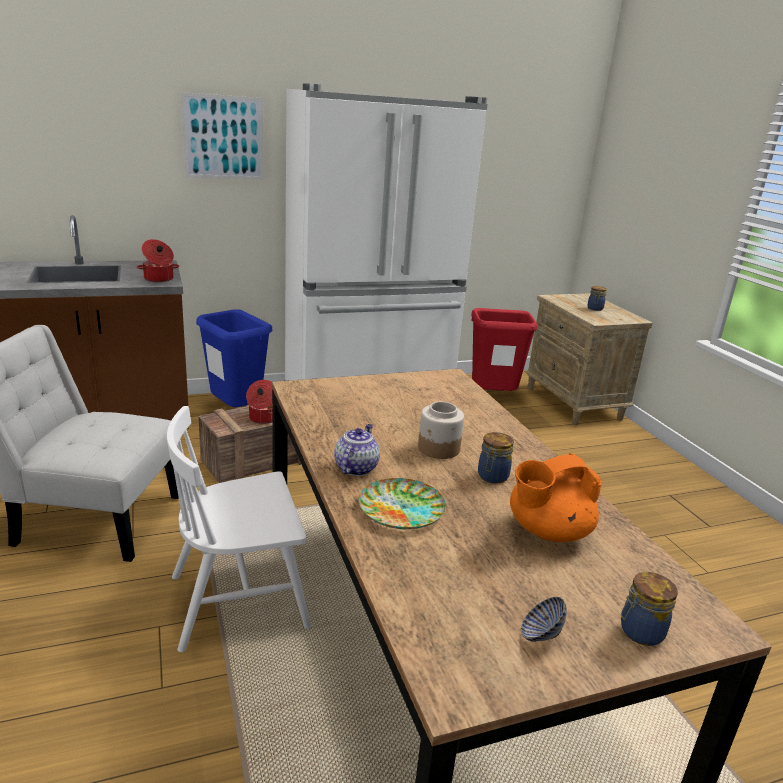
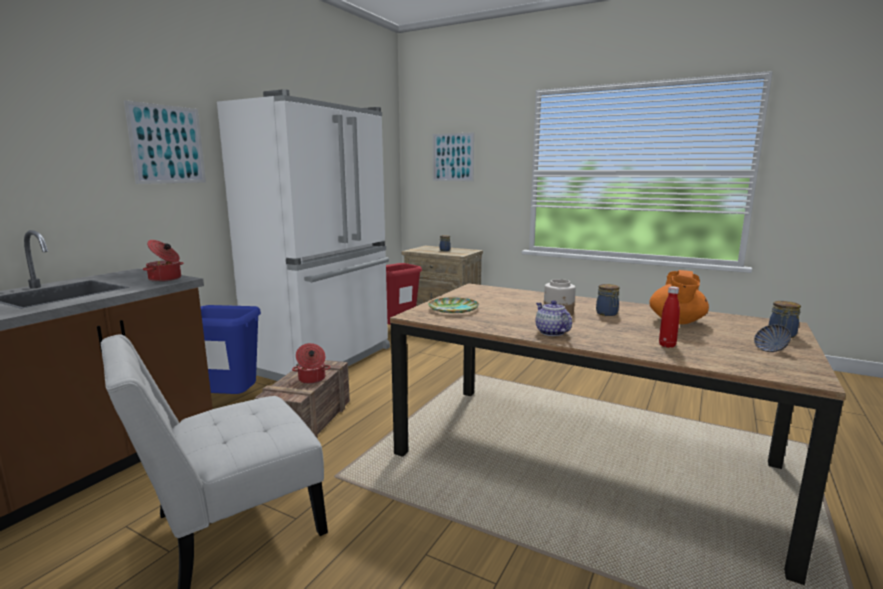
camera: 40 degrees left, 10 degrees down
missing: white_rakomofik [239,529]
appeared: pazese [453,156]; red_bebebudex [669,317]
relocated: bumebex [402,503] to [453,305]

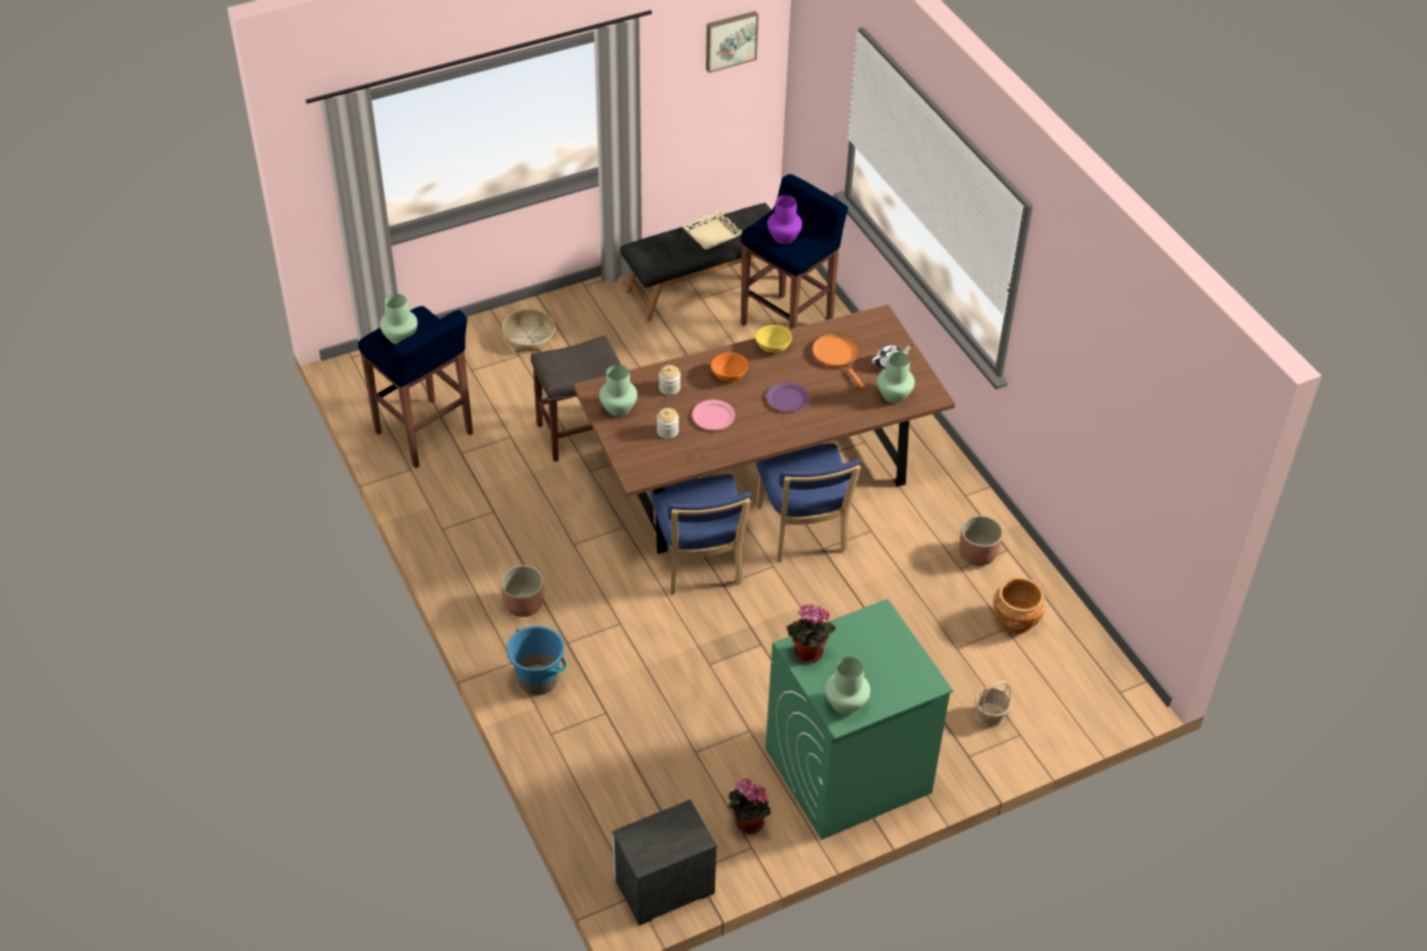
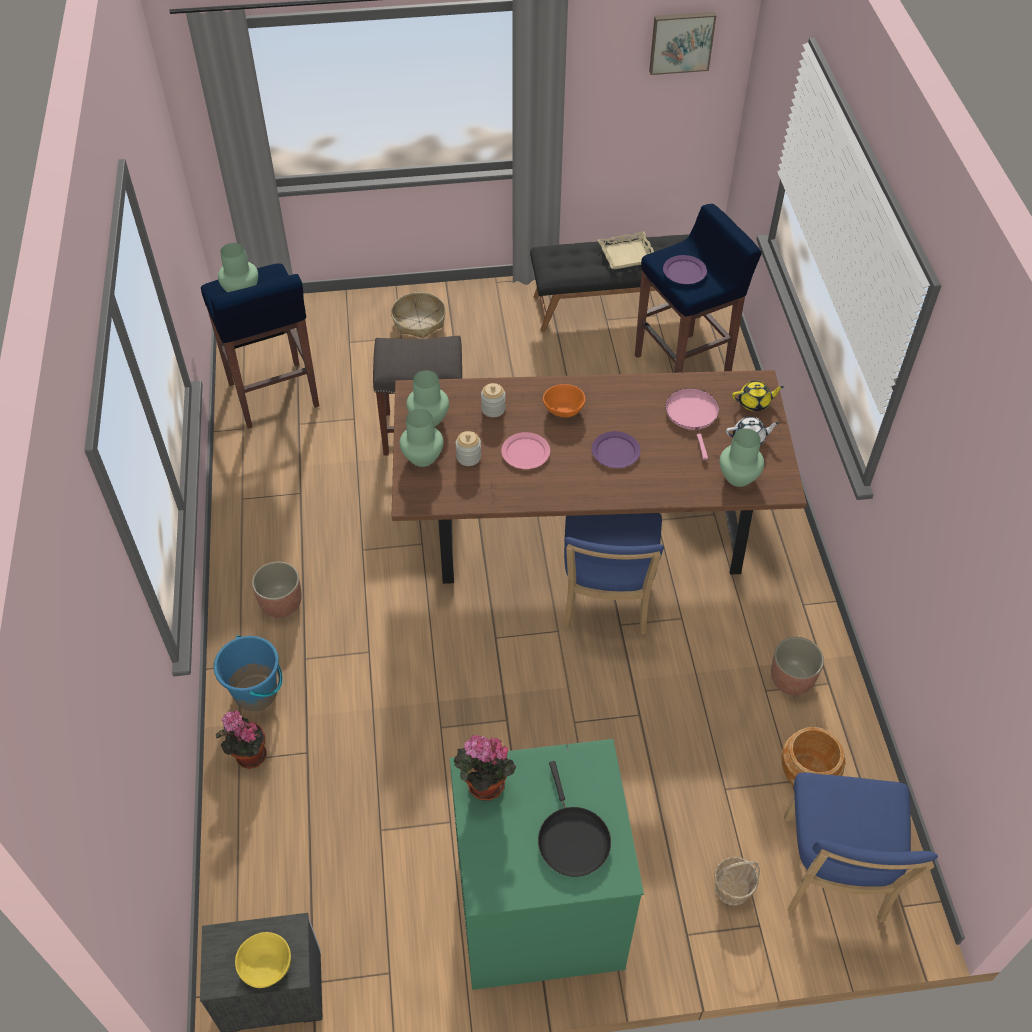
camera: 20 degrees right, 5 degrees up
appeared: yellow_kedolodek [758,396]; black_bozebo [574,819]
relocated: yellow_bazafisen [773,339] to [263,960]; blue_rakomofik [701,534] to [861,847]; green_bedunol [847,685] to [422,438]; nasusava [749,806] to [241,739]
exchanged: purple_bedunol [784,220] to purple_bumebex [685,269]
colour: orange_bozebo [838,360] to pink_bozebo [692,424]

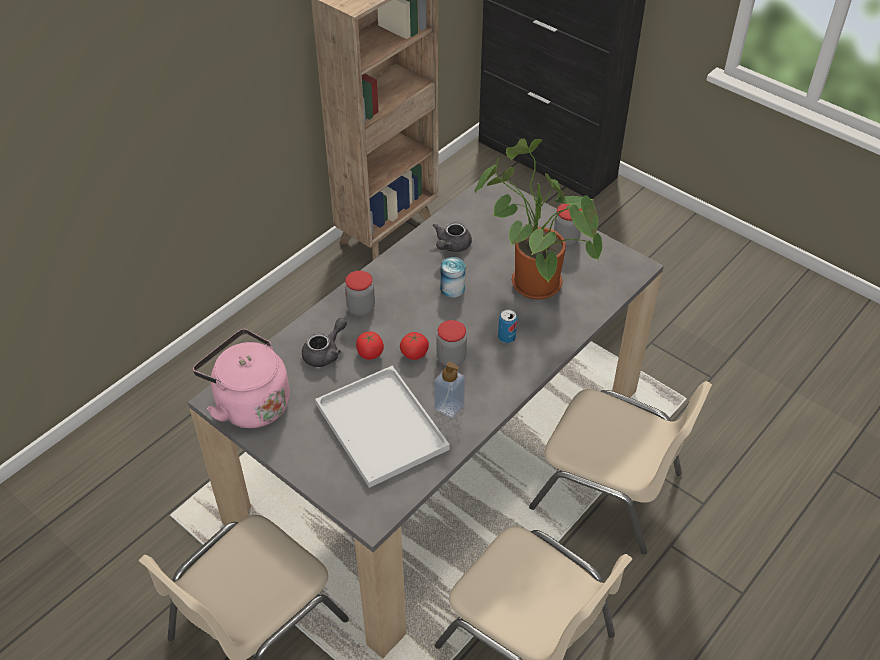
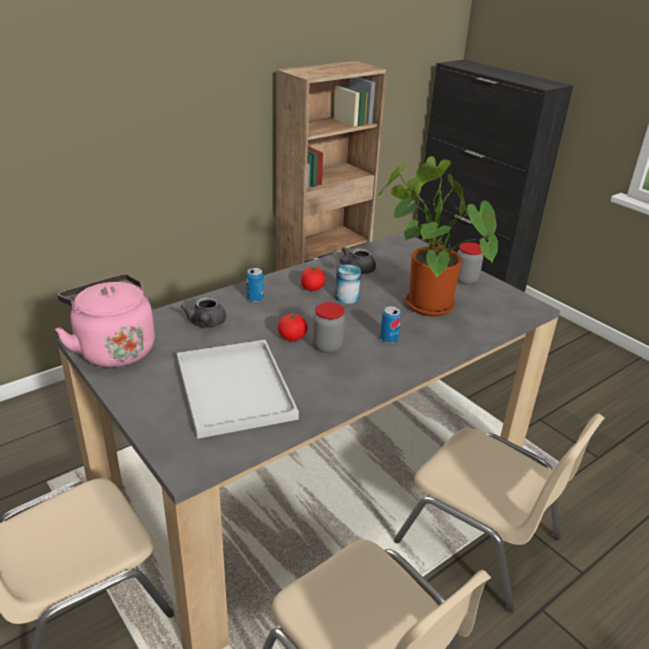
camera: 10 degrees right, 15 degrees down
missing: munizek [449,389]
relocated: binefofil [370,346] to [313,279]
exchanged: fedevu [360,293] to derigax [255,285]
spun: grey_kedolodek [324,342] = [203,312] 120 degrees clockwise

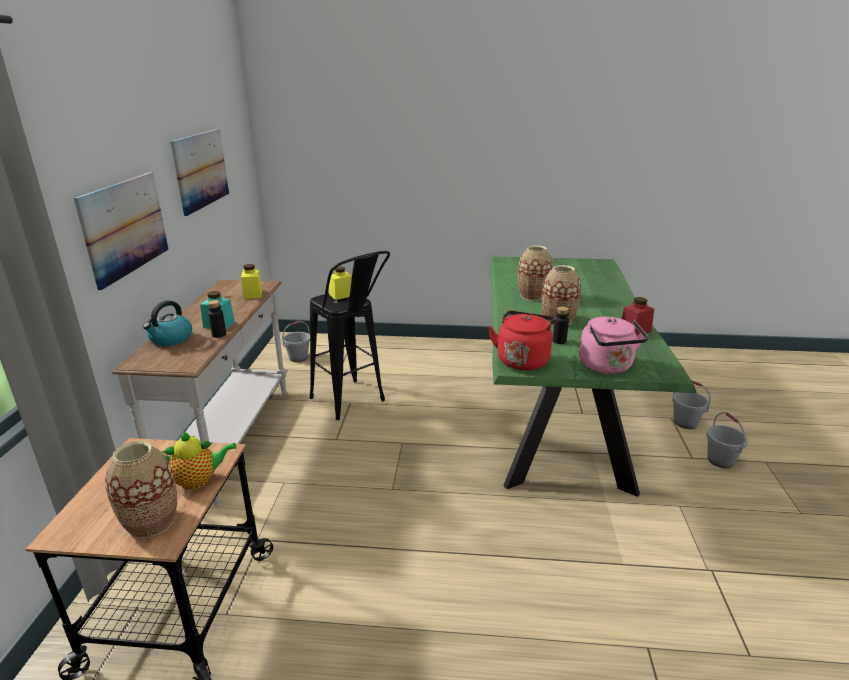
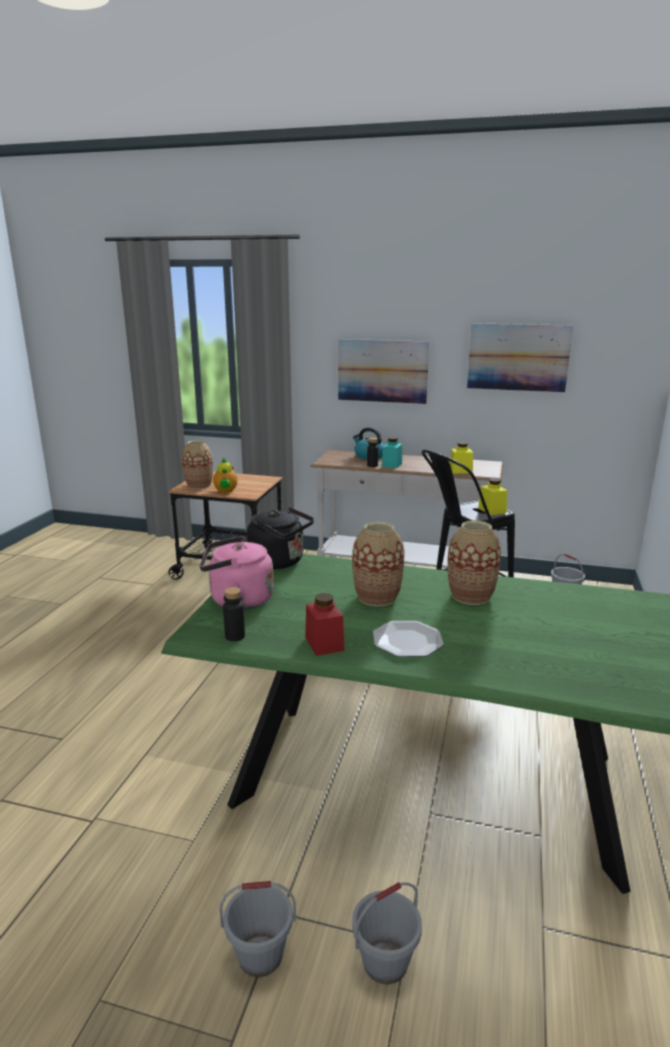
camera: 100 degrees right, 5 degrees down
appeared: bumebex [408,639]
relocated: black_bebebudex [561,325] to [234,614]
colour: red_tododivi [522,340] to black_tododivi [280,538]

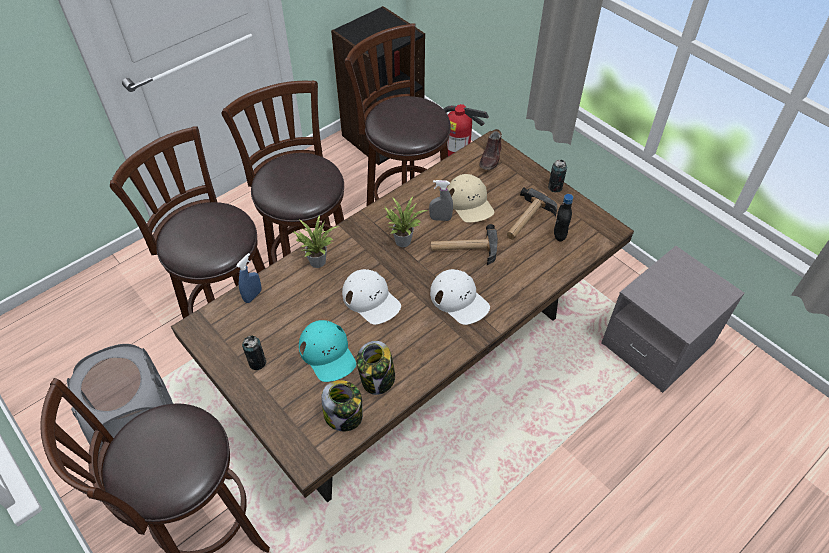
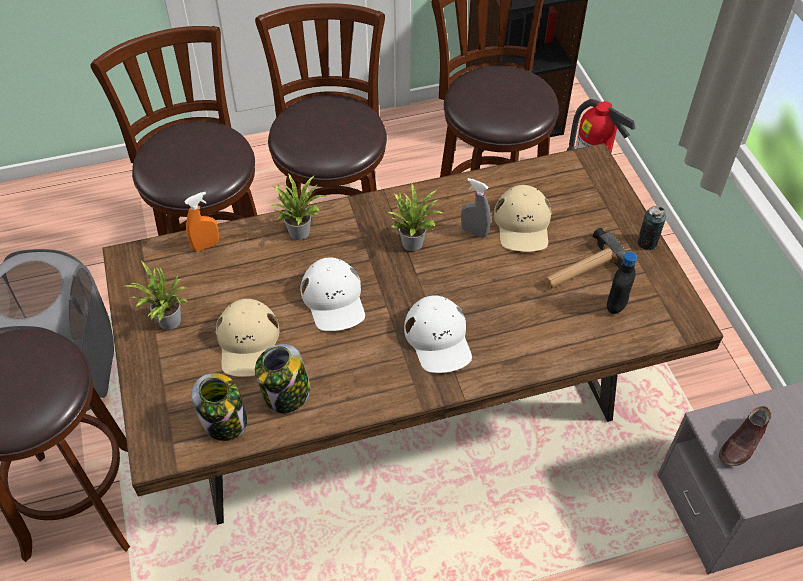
camera: 25 degrees right, 0 degrees up
missing: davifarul [464,244]
relocated: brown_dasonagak [490,149] to [745,436]
exchanged: derigax [254,353] to nasusava [156,295]
colour: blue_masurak [249,278] to orange_masurak [201,222]; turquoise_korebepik [327,351] to beige_korebepik [247,338]

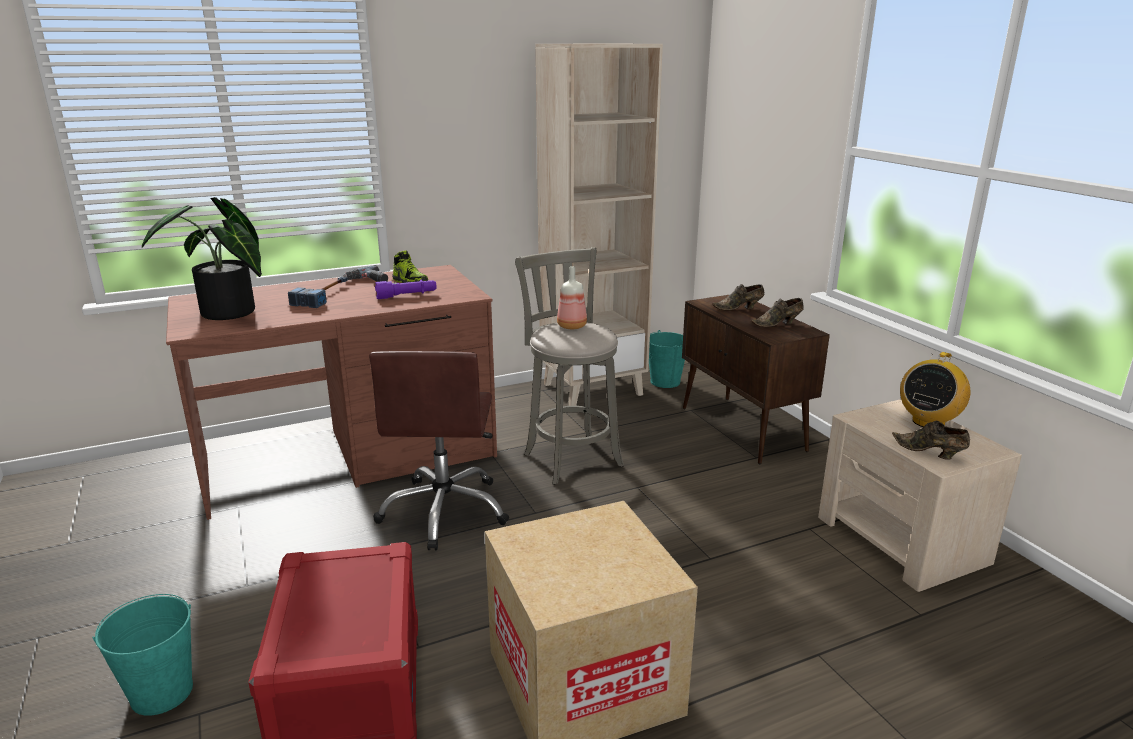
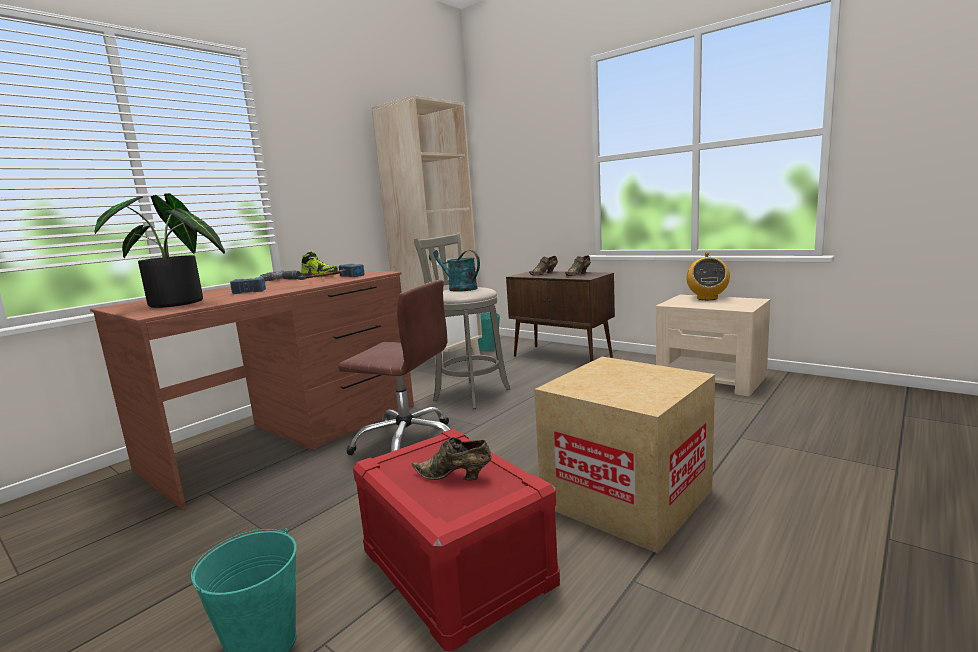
camera: 25 degrees left, 10 degrees down
relocated: brown_dasonagak [931,440] to [452,459]
exchanged: bebebudex [572,297] to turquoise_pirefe [454,271]; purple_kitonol [406,289] to davifarul [331,272]
spun: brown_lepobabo [439,450] = [394,367] 45 degrees counterclockwise

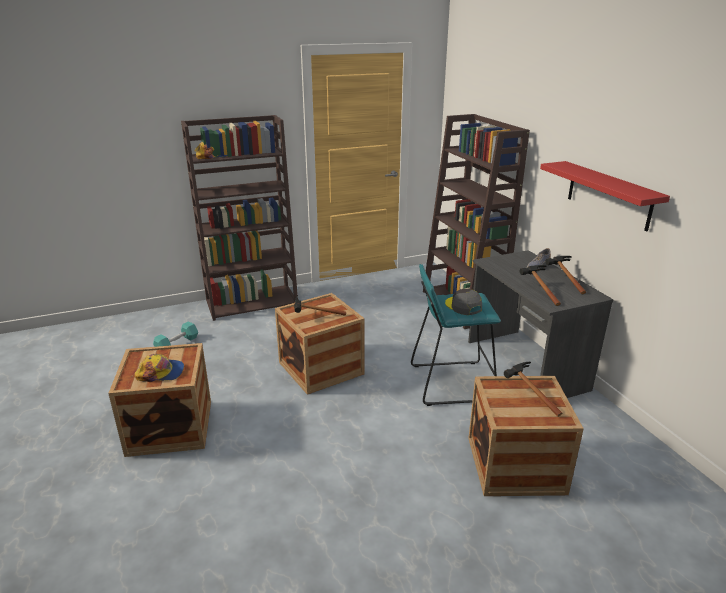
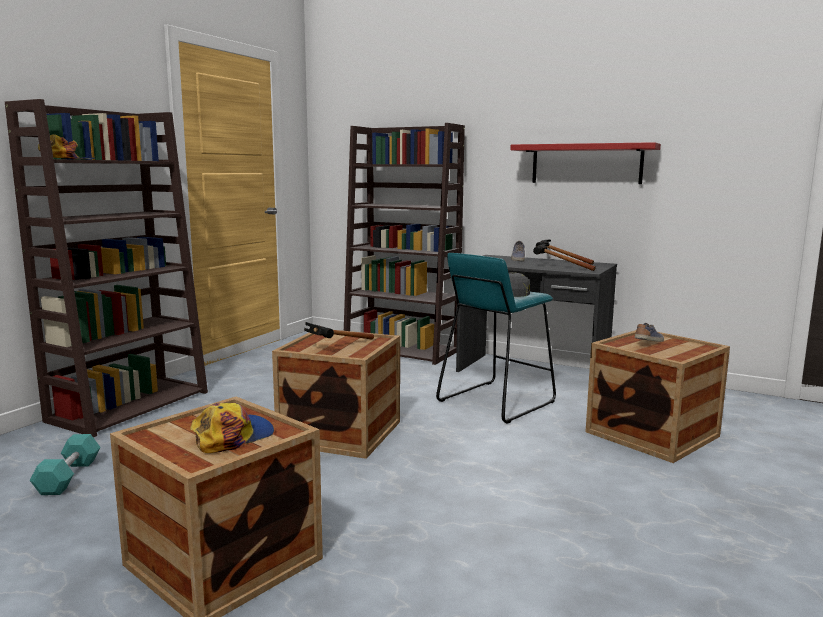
camera: 40 degrees left, 15 degrees down
exchanged: davifarul [533,389] to dasonagak [649,332]

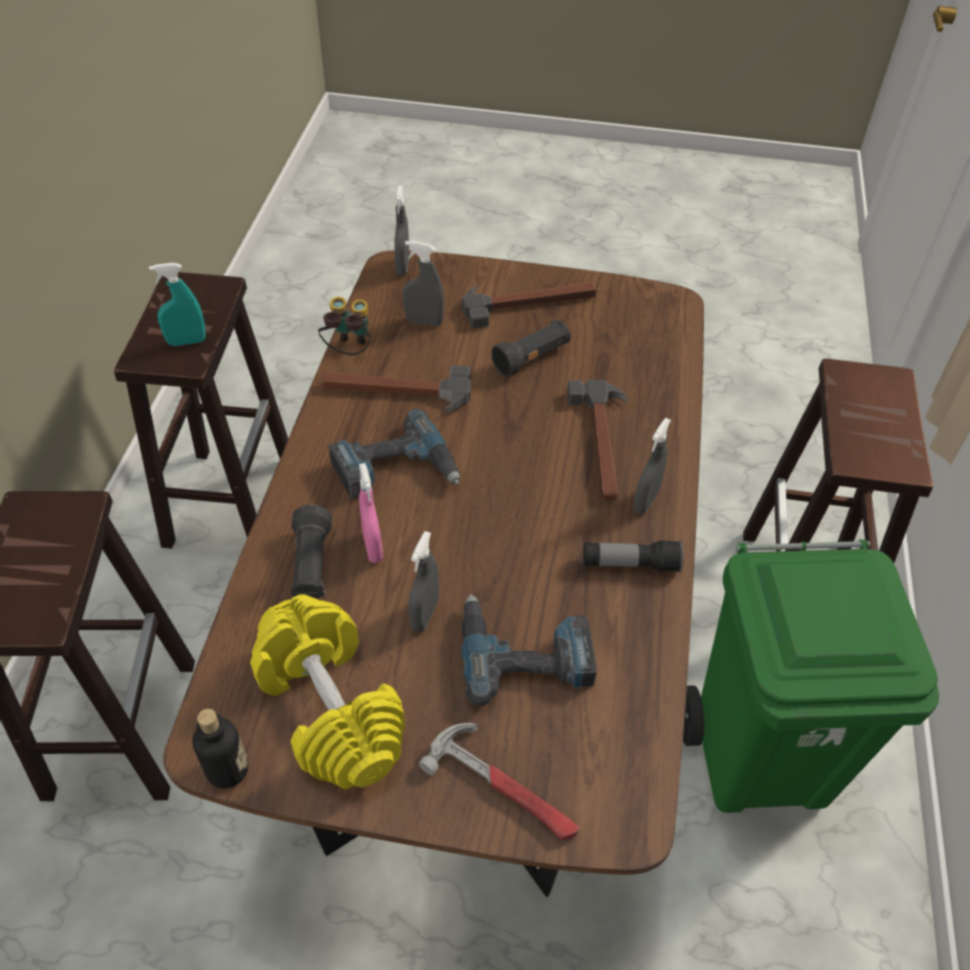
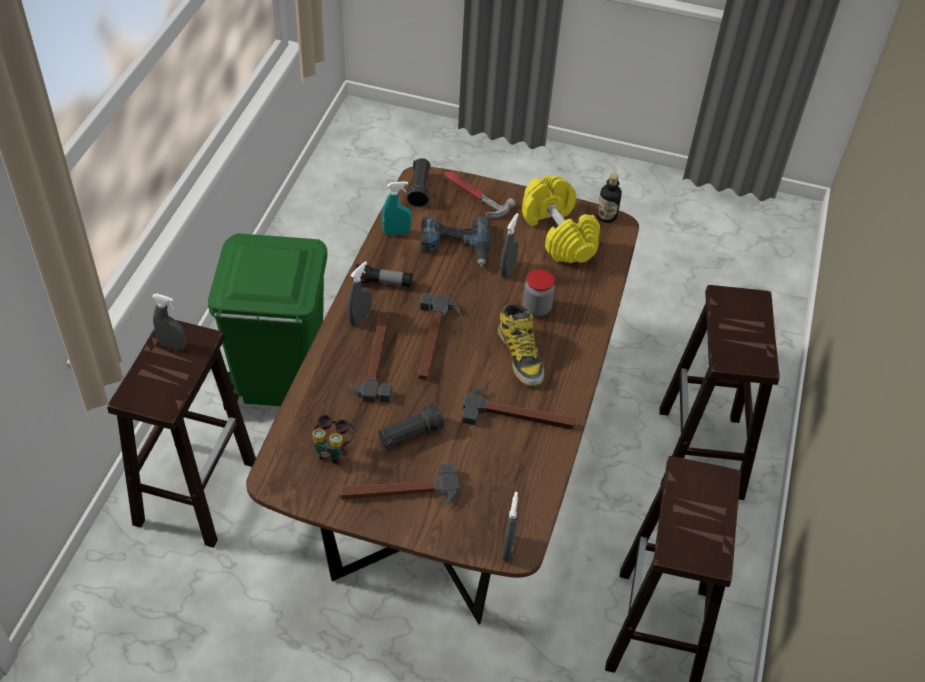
camera: 175 degrees left, 0 degrees up
appeared: davifarul [439,336]
relocated: grey_masurak [423,283] to [169,322]; turquoise_masurak [177,304] to [397,208]; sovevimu [344,326] to [333,439]; black_kitonol [311,552] to [418,182]
exchanged: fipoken [394,453] to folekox [521,345]; pink_masurak [371,513] to fedevu [539,293]

